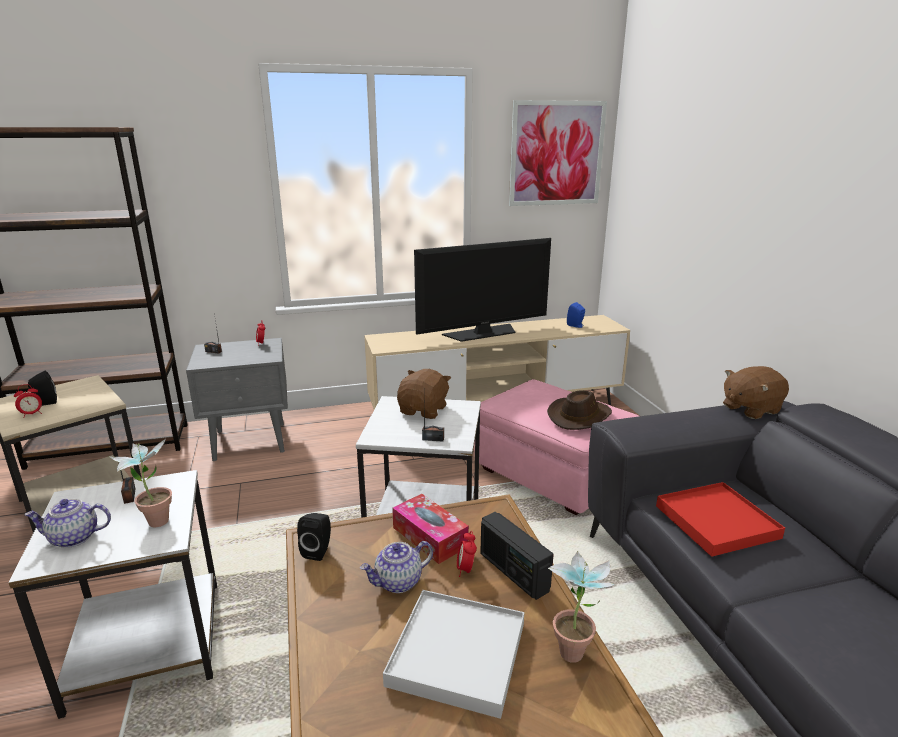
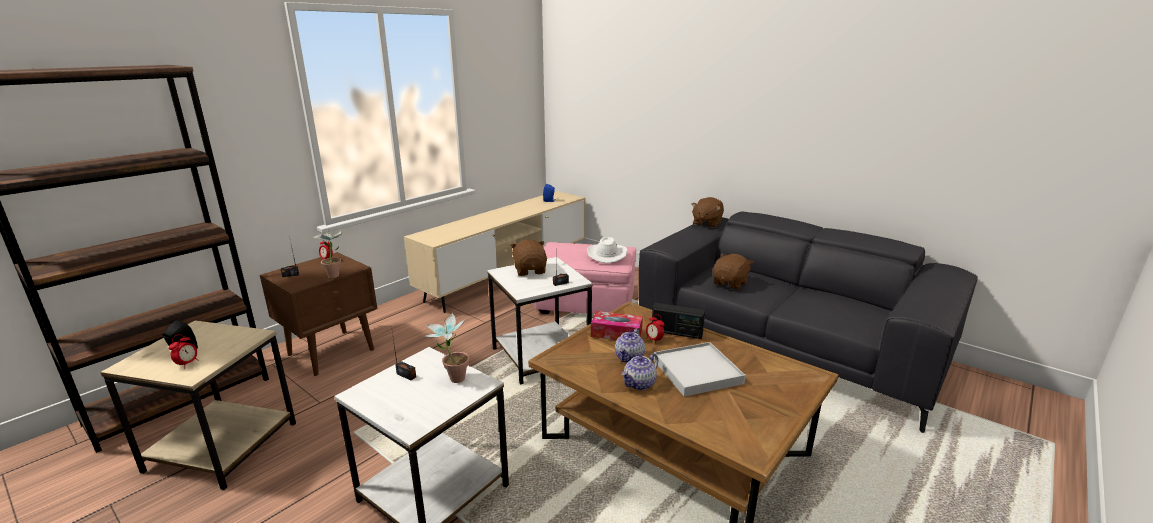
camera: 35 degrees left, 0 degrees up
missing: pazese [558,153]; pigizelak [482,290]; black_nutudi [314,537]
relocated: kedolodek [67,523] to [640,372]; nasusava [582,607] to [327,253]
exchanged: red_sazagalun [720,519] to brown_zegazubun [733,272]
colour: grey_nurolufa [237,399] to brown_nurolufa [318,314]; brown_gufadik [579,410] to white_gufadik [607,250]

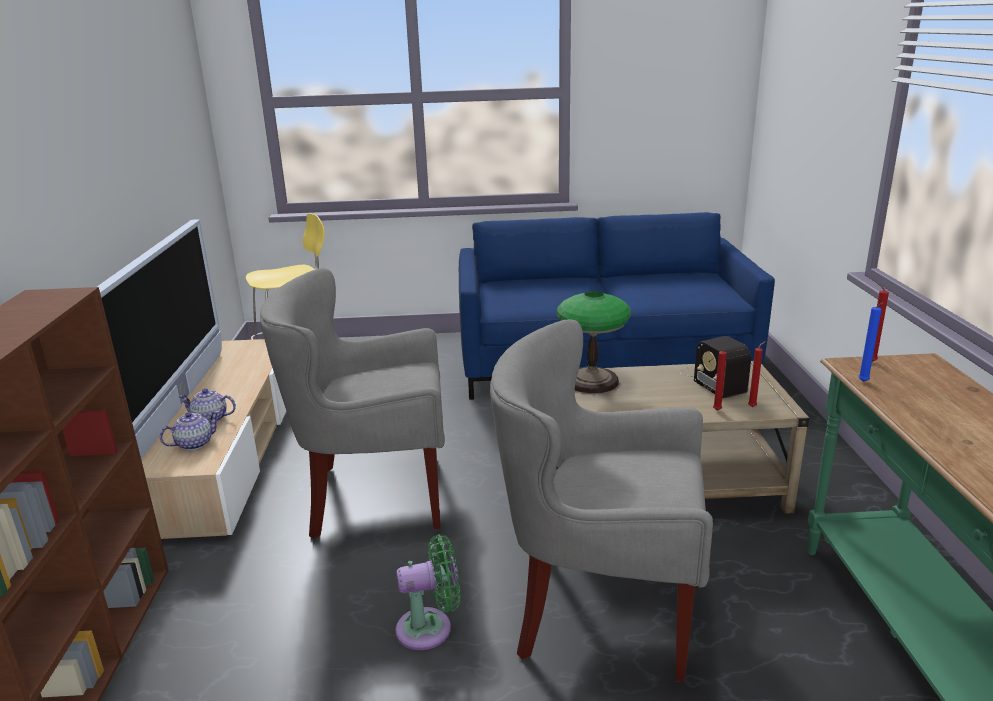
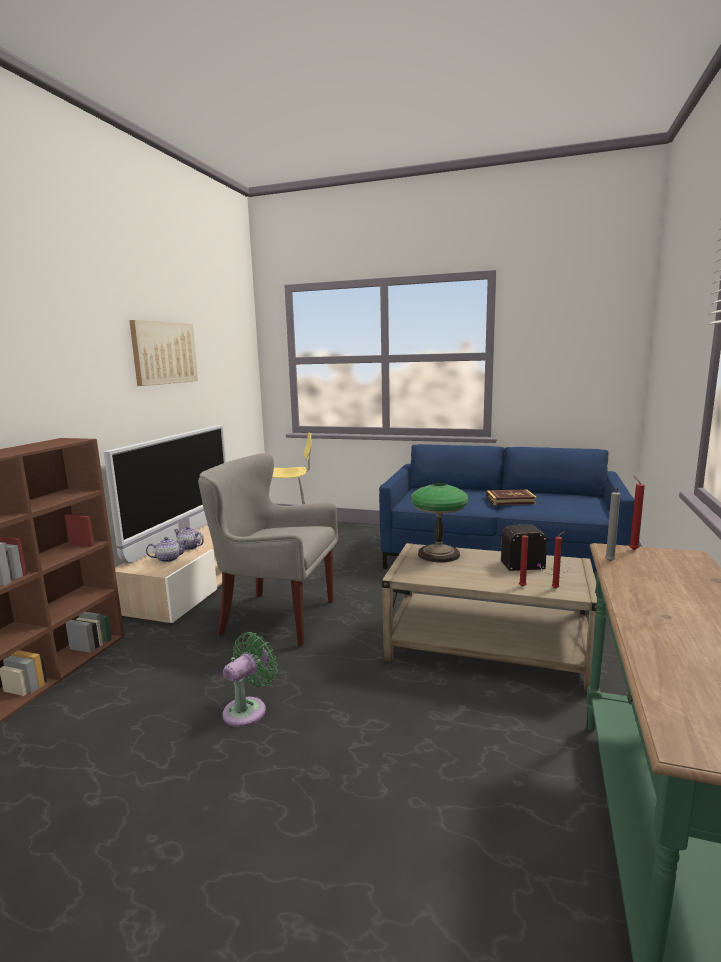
camera: 20 degrees right, 10 degrees down
missing: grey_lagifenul [601,500]
appeared: pazese [163,353]; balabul [511,497]
colour: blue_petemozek [870,342] to grey_petemozek [613,524]
spun: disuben [715,367] = [535,550] 90 degrees clockwise; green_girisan [427,592] = [250,679] 60 degrees counterclockwise

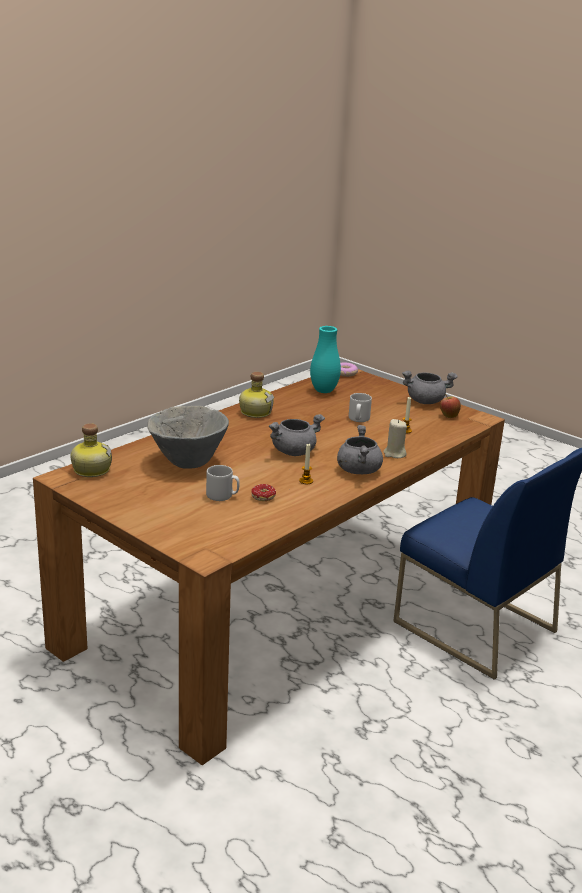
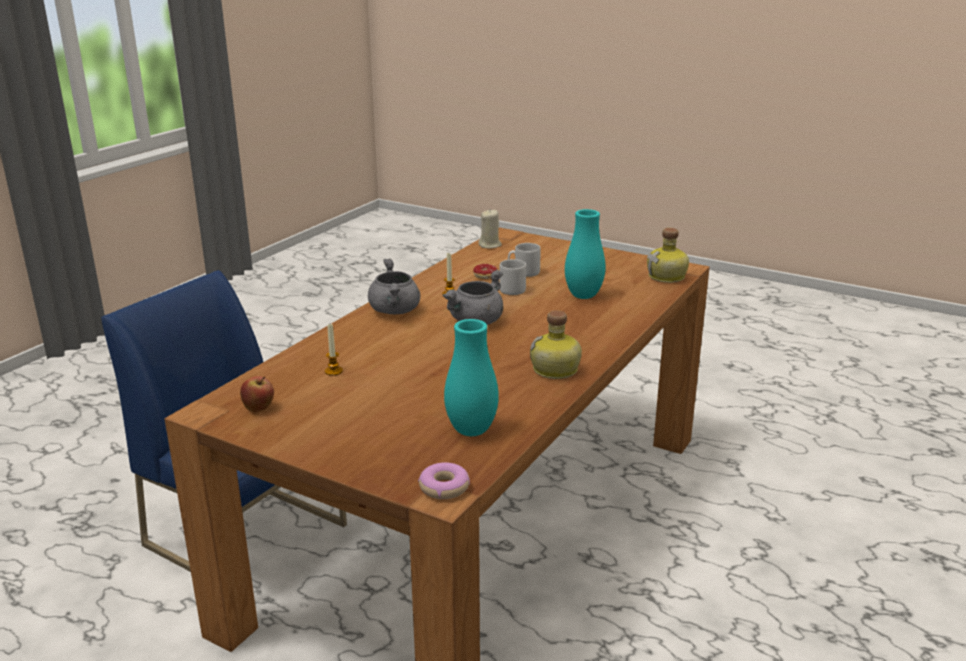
camera: 170 degrees right, 0 degrees up
missing: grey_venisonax [430,387]
relocated: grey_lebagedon [360,407] to [512,277]; beige_petemozek [395,438] to [490,229]
exchanged: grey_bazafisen [188,437] to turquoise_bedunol [585,254]

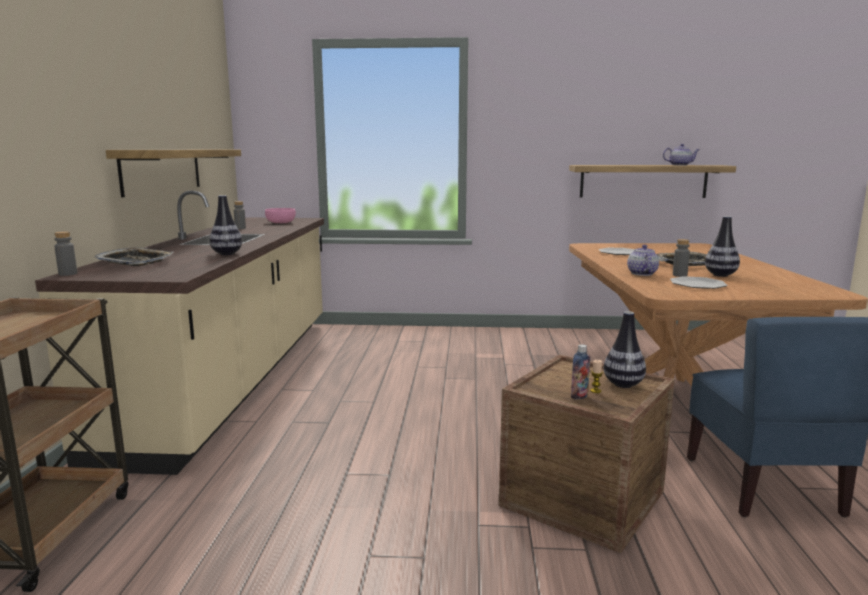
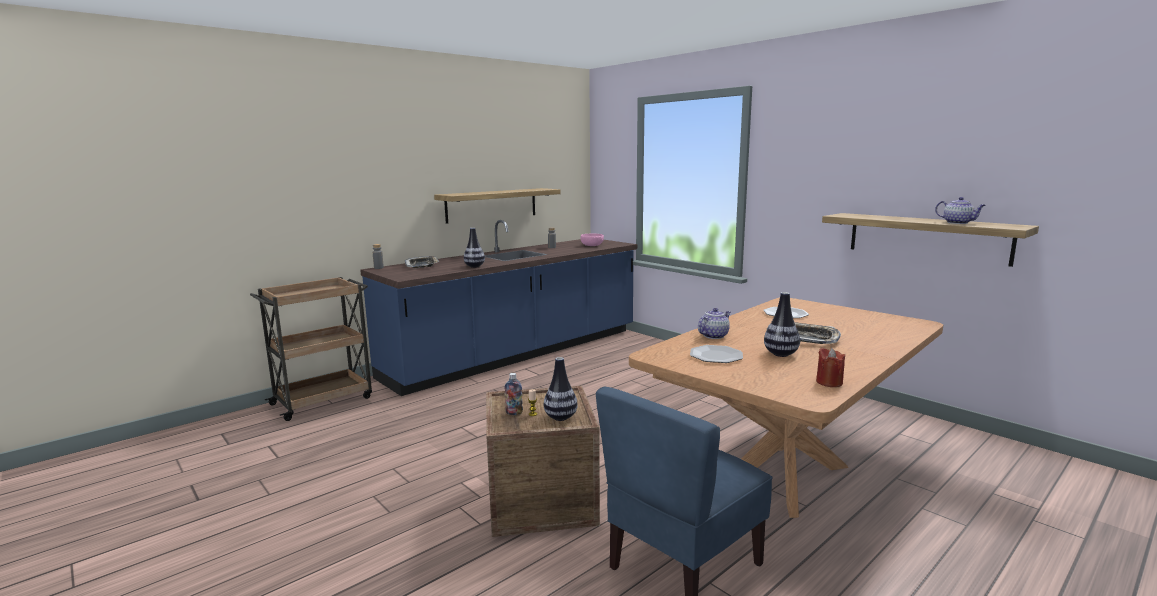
camera: 45 degrees right, 0 degrees up
missing: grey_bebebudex [681,258]
appeared: red_petemozek [830,367]
colour: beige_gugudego [179,333] to blue_gugudego [498,308]

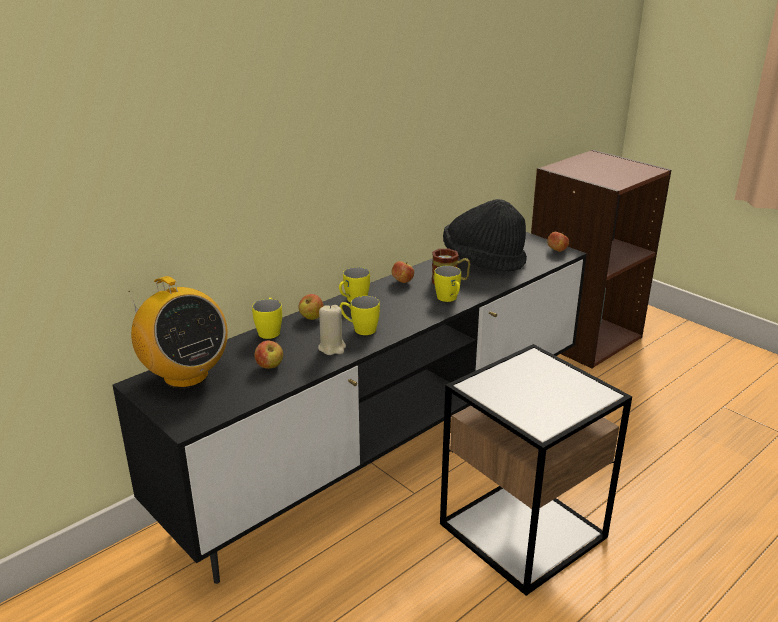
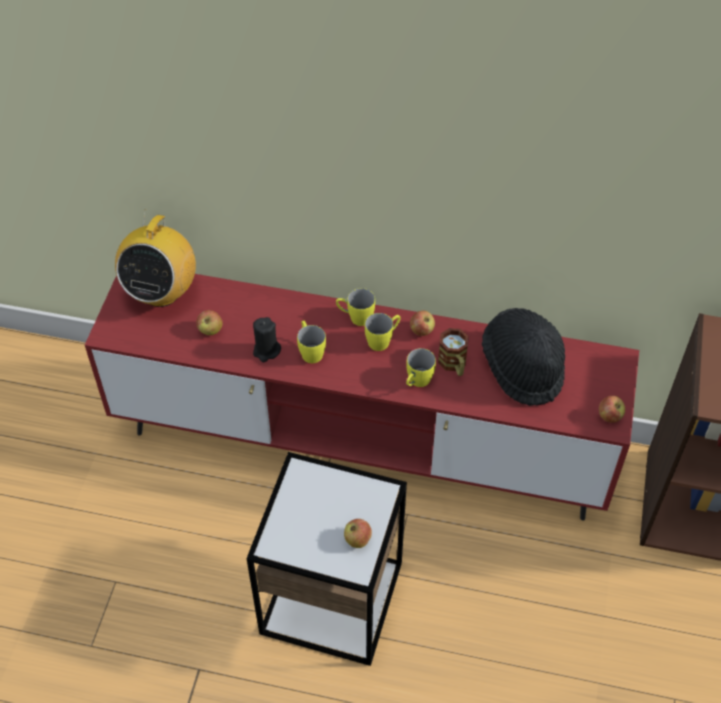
camera: 55 degrees right, 25 degrees up
relocated: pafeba [311,307] to [358,533]; yellow_lebagedon [267,318] to [383,332]
colour: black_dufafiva [350,408] to red_dufafiva [362,397]; beige_petemozek [332,329] to black_petemozek [267,339]

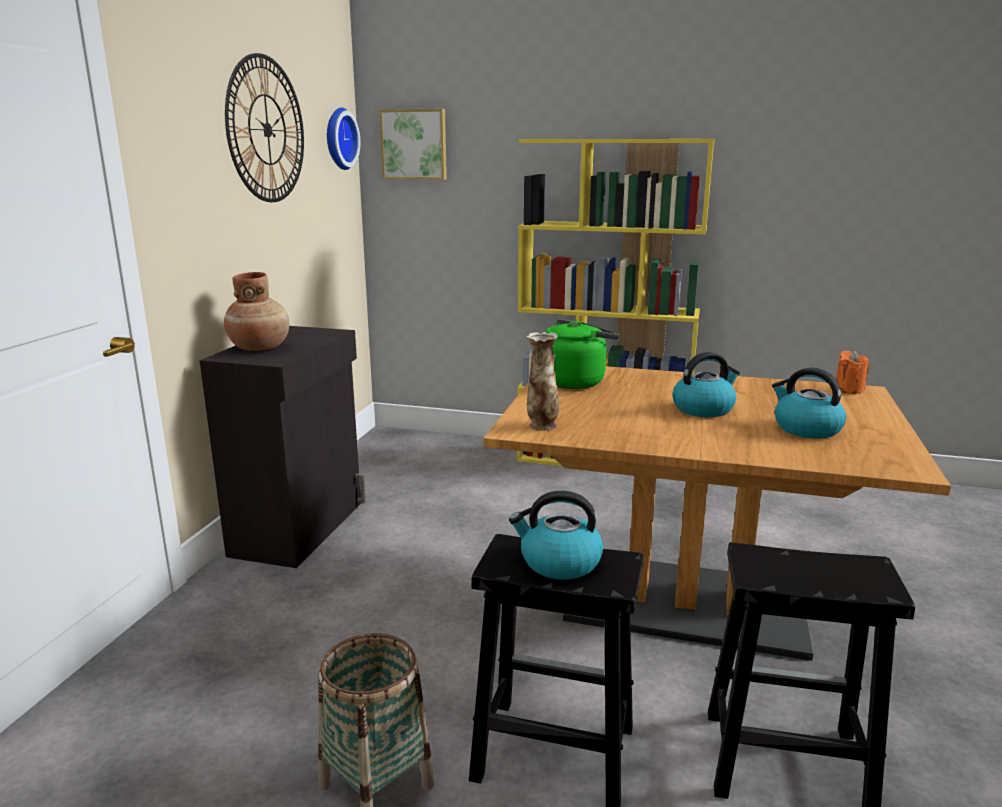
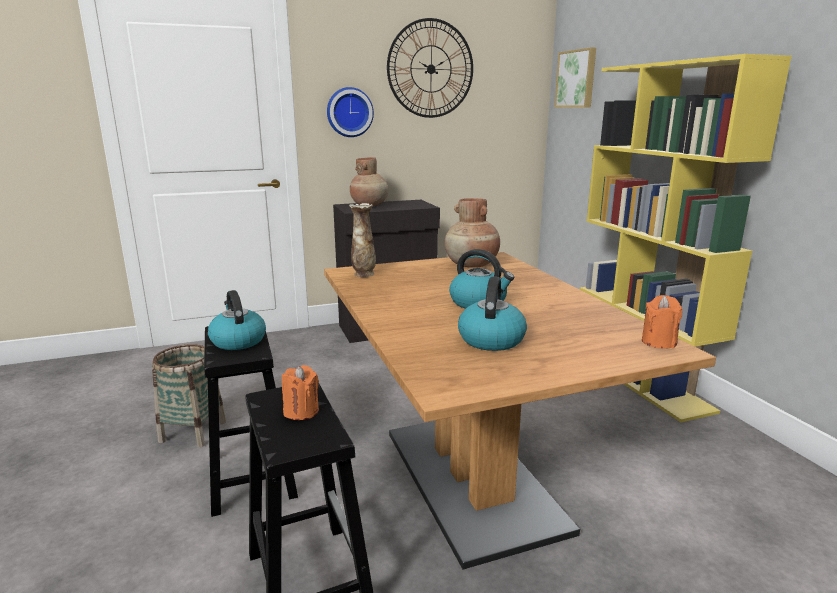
camera: 55 degrees right, 0 degrees up
appeared: orange_petemozek [300,392]
relocated: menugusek [343,139] to [350,112]
exchanged: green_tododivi [583,354] to brown_bedunol [472,233]

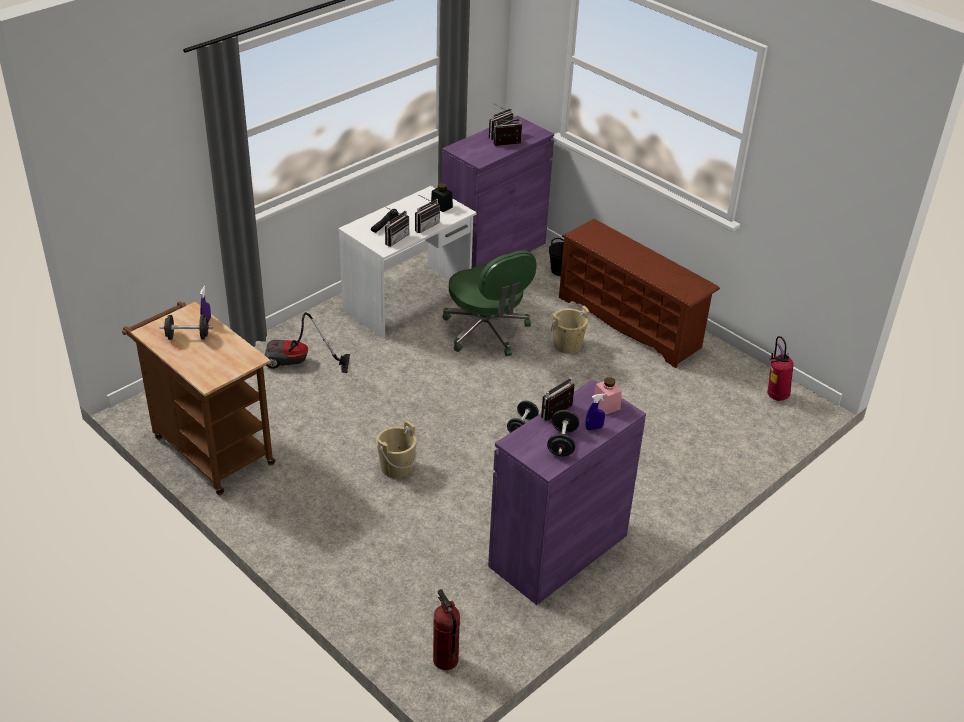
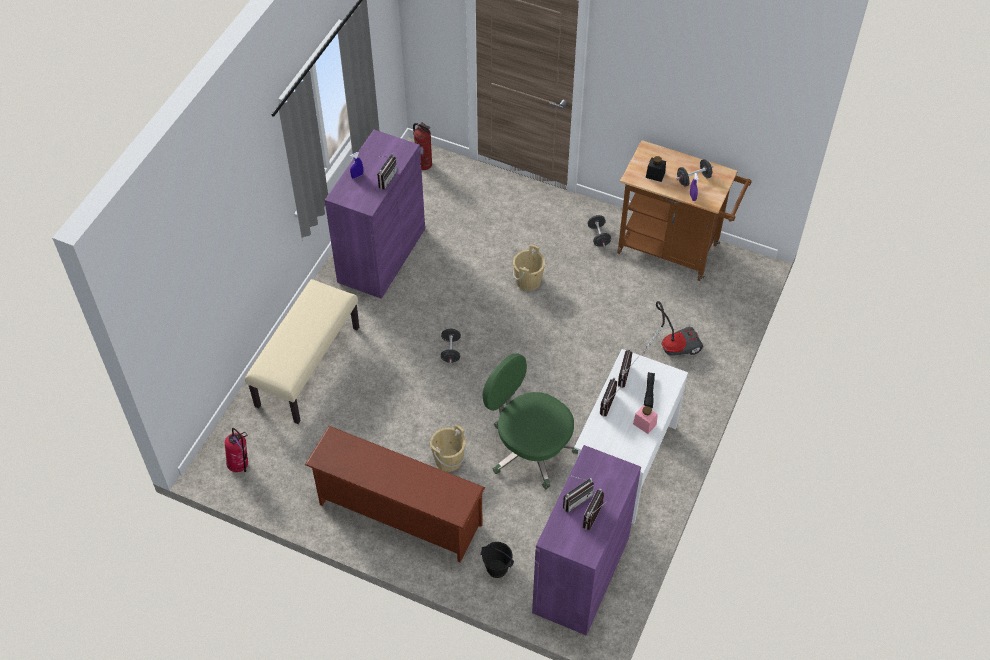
camera: 160 degrees right, 15 degrees up
appeared: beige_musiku [302,351]
relocated: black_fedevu [442,197] to [656,169]; pink_fedevu [607,396] to [645,419]; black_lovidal [563,433] to [599,231]

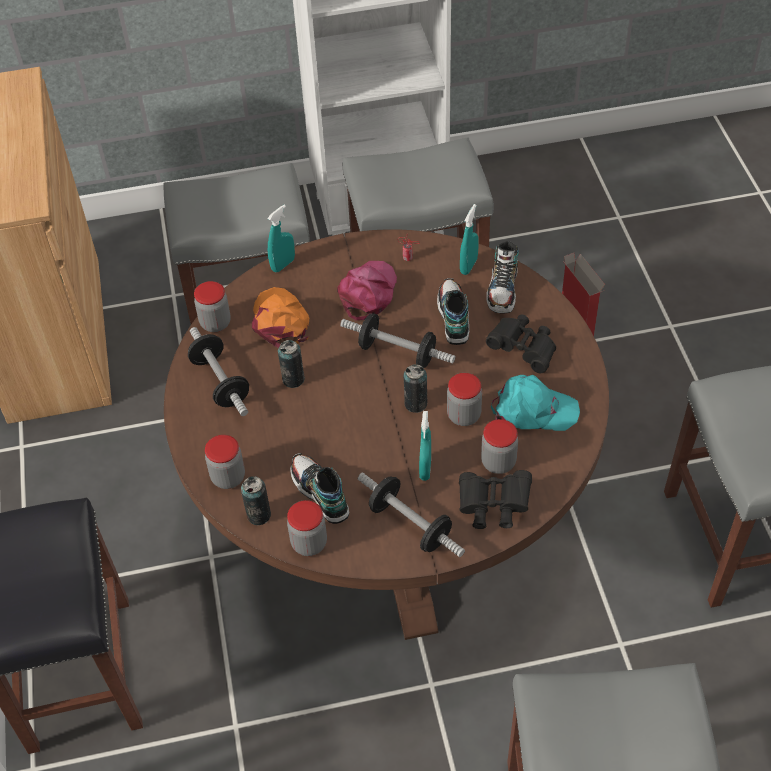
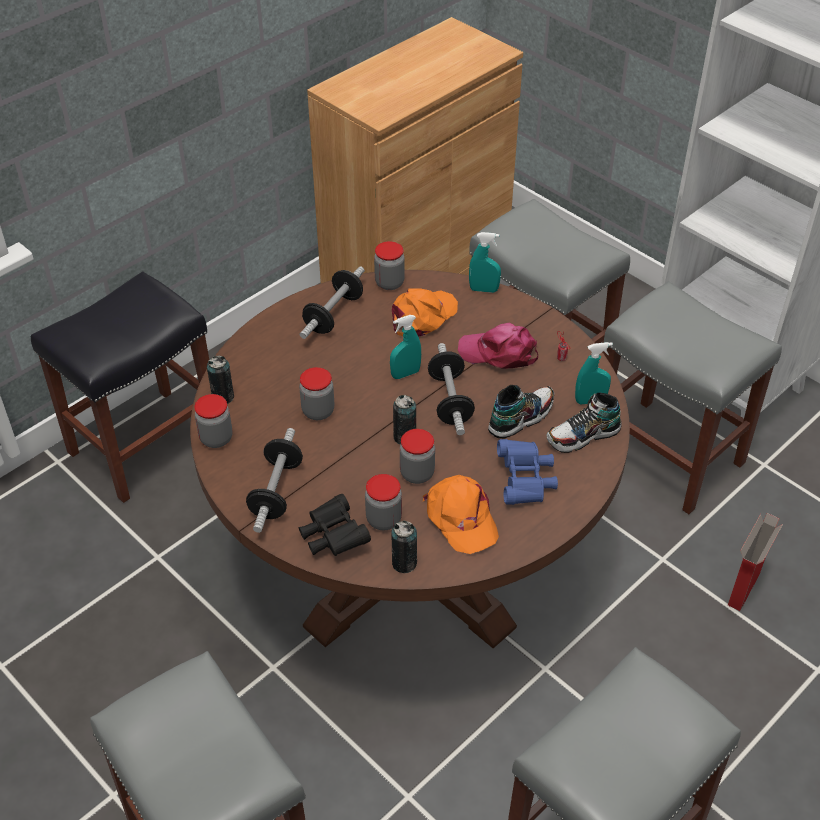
camera: 55 degrees right, 5 degrees down
missing: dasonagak [320,488]
relocated: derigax [291,364] to [404,546]; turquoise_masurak [425,446] to [405,347]; fedevu [225,462] to [316,393]
colour: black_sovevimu [521,344] to blue_sovevimu [527,472]; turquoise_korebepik [535,403] to orange_korebepik [461,514]
spun: pink_korebepik [367,290] = [498,346] 150 degrees counterclockwise

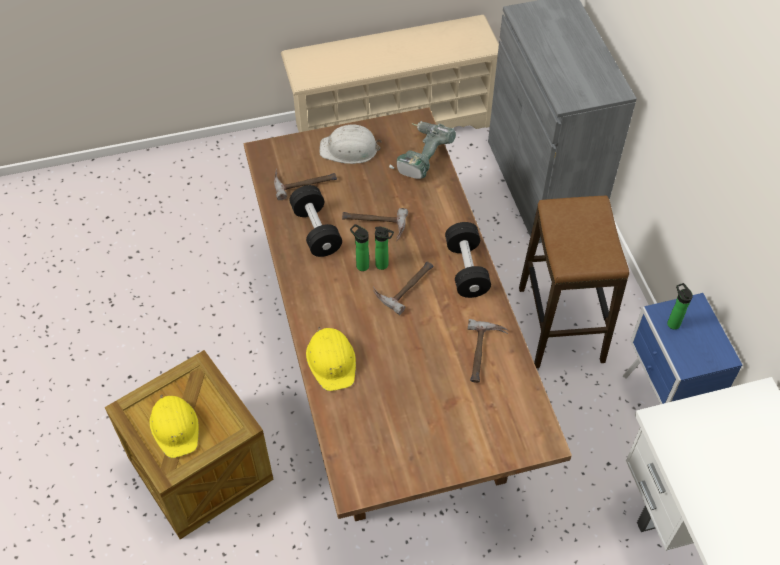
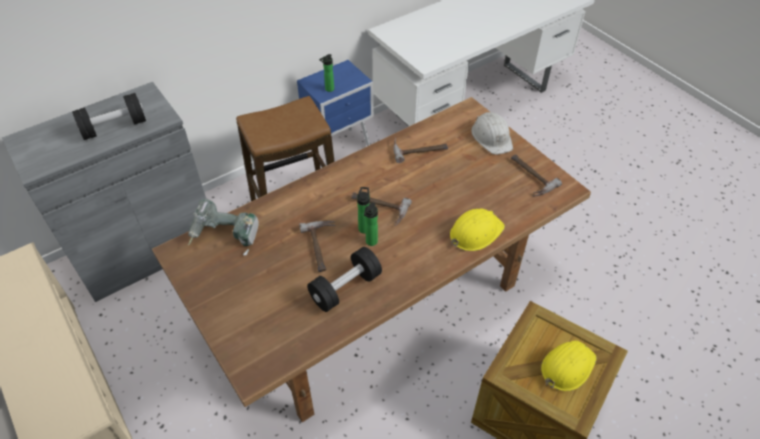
camera: 110 degrees left, 5 degrees down
relocated: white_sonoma [350,144] to [492,133]; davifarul [305,184] to [536,175]; black_lovidal [468,260] to [109,116]

